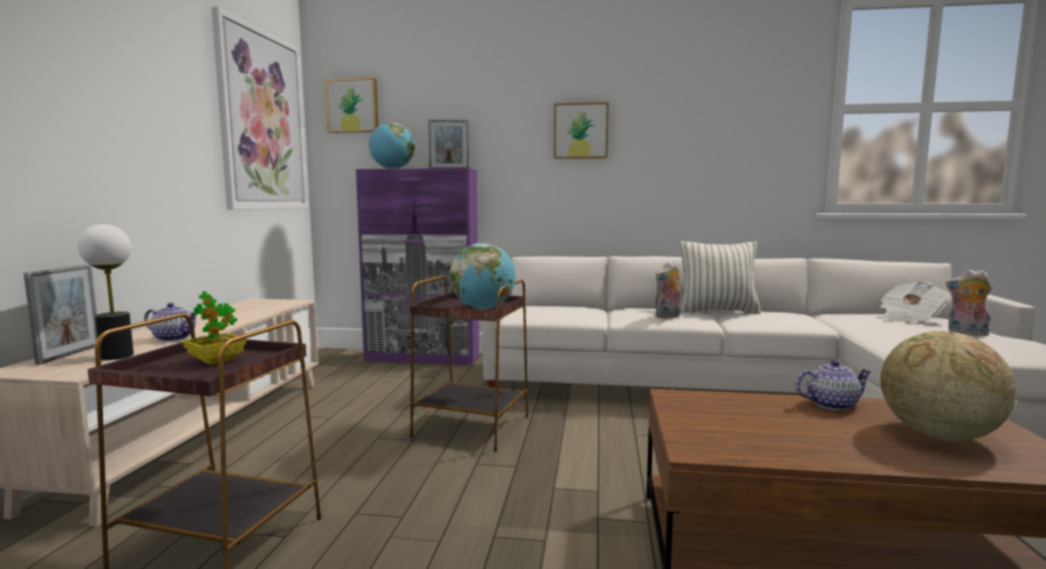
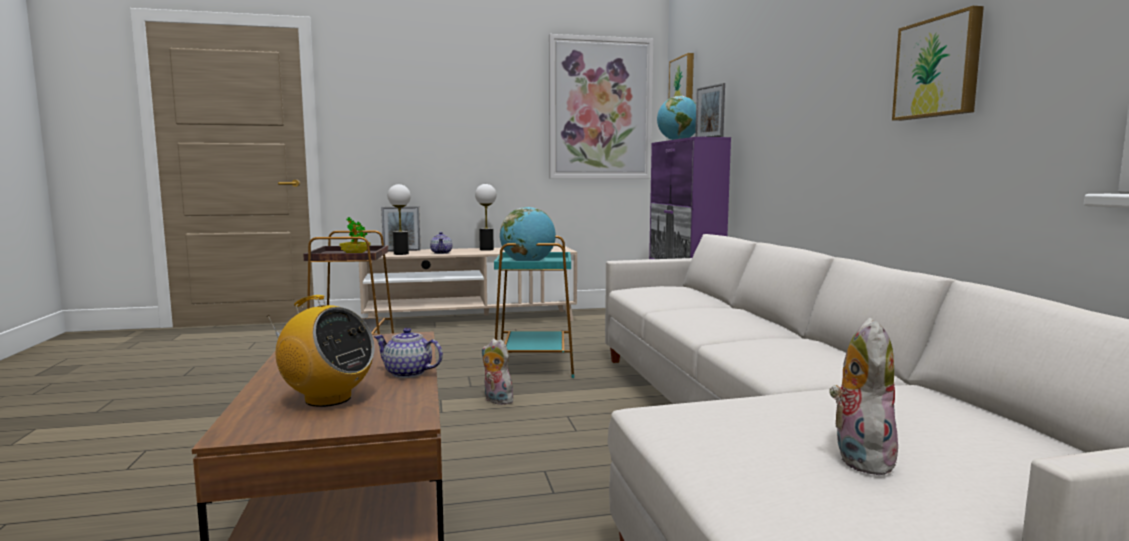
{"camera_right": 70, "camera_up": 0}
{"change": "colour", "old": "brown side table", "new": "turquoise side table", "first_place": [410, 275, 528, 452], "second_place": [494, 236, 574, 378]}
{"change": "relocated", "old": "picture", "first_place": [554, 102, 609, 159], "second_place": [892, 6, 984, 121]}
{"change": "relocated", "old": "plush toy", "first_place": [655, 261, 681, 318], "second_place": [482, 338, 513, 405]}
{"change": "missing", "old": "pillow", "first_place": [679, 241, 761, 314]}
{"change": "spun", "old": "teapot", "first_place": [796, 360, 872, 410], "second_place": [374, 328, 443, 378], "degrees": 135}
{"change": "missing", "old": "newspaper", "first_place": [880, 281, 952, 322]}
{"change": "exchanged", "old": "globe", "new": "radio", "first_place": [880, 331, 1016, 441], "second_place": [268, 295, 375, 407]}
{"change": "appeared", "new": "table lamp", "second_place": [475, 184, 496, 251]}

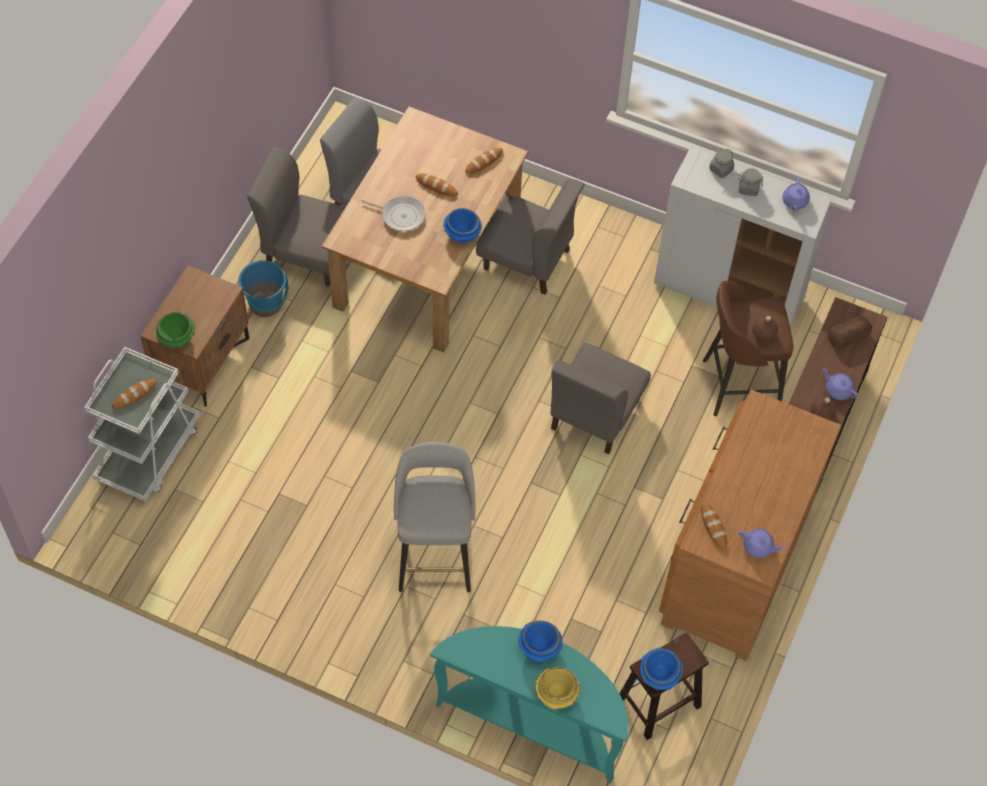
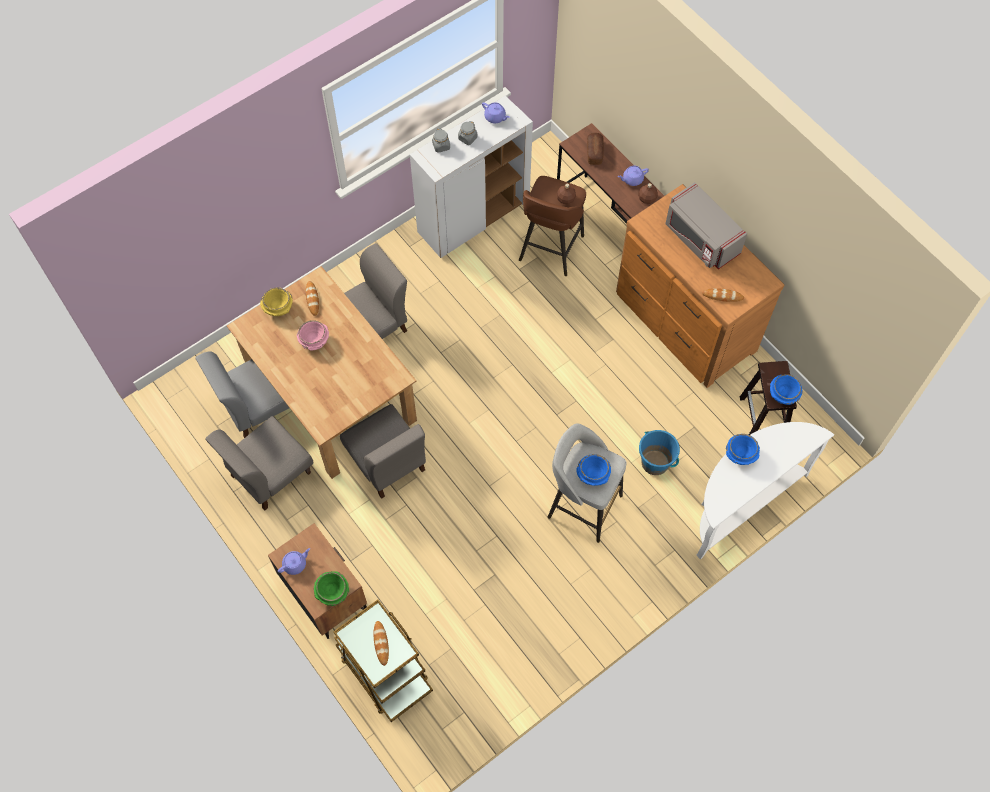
{"camera_right": -60, "camera_up": 5}
{"change": "colour", "old": "white cart", "new": "brown cart", "first_place": [84, 347, 200, 501], "second_place": [333, 600, 433, 722]}
{"change": "relocated", "old": "blue bucket", "first_place": [238, 260, 289, 317], "second_place": [639, 430, 680, 475]}
{"change": "missing", "old": "frying pan", "first_place": [361, 196, 425, 231]}
{"change": "exchanged", "old": "bread", "new": "pink bowl", "first_place": [416, 174, 458, 197], "second_place": [297, 320, 329, 351]}
{"change": "colour", "old": "turquoise console table", "new": "white console table", "first_place": [430, 626, 629, 784], "second_place": [696, 422, 834, 560]}
{"change": "relocated", "old": "blue bowl", "first_place": [443, 208, 482, 243], "second_place": [576, 454, 611, 486]}
{"change": "relocated", "old": "yellow bowl", "first_place": [535, 667, 580, 709], "second_place": [260, 288, 293, 316]}
{"change": "relocated", "old": "grey chair", "first_place": [551, 343, 651, 454], "second_place": [340, 404, 426, 499]}
{"change": "relocated", "old": "purple teapot", "first_place": [739, 529, 785, 558], "second_place": [278, 548, 310, 575]}
{"change": "appeared", "new": "grey microwave", "second_place": [665, 182, 747, 269]}

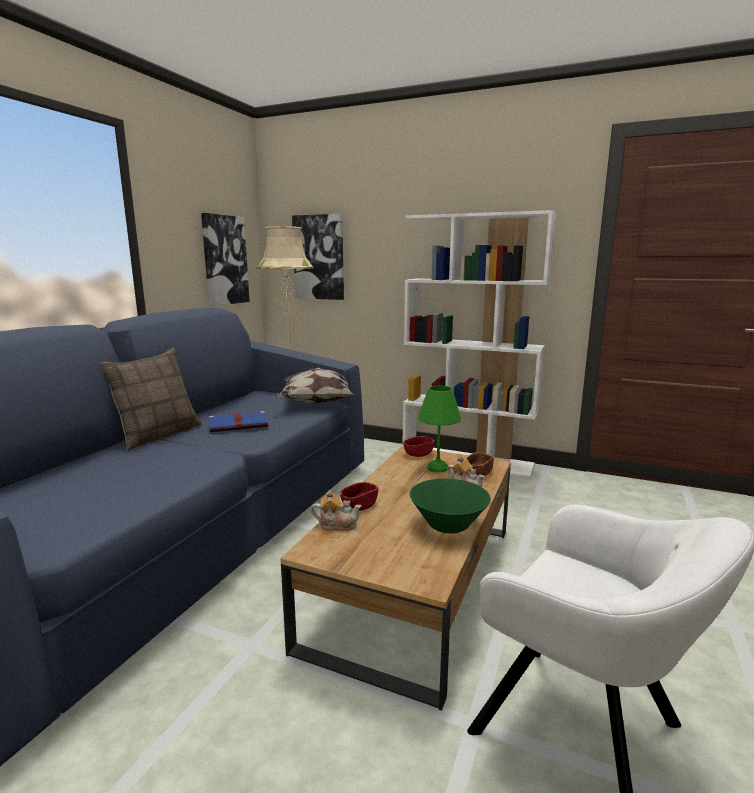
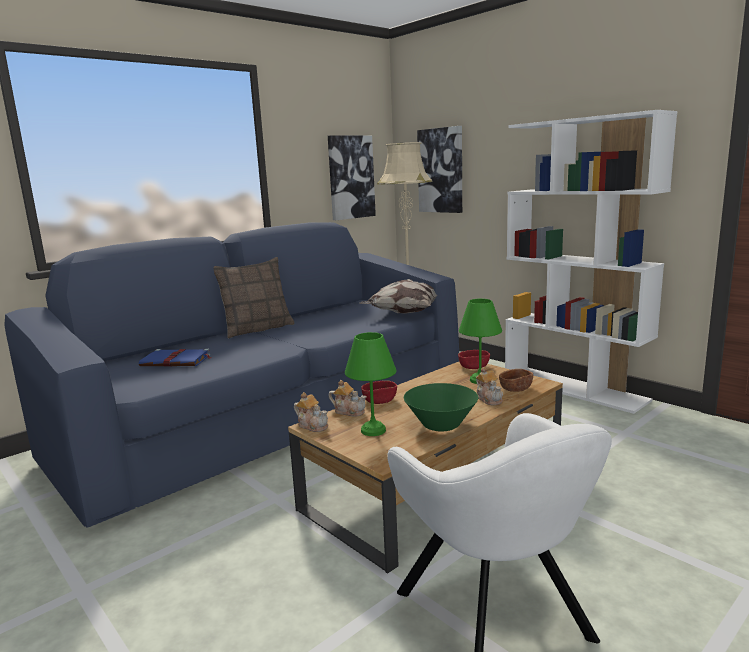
{"camera_right": 25, "camera_up": 0}
{"change": "relocated", "old": "blue book", "first_place": [209, 411, 270, 432], "second_place": [139, 349, 212, 366]}
{"change": "appeared", "new": "teapot", "second_place": [294, 392, 328, 432]}
{"change": "appeared", "new": "green table lamp", "second_place": [345, 332, 396, 436]}

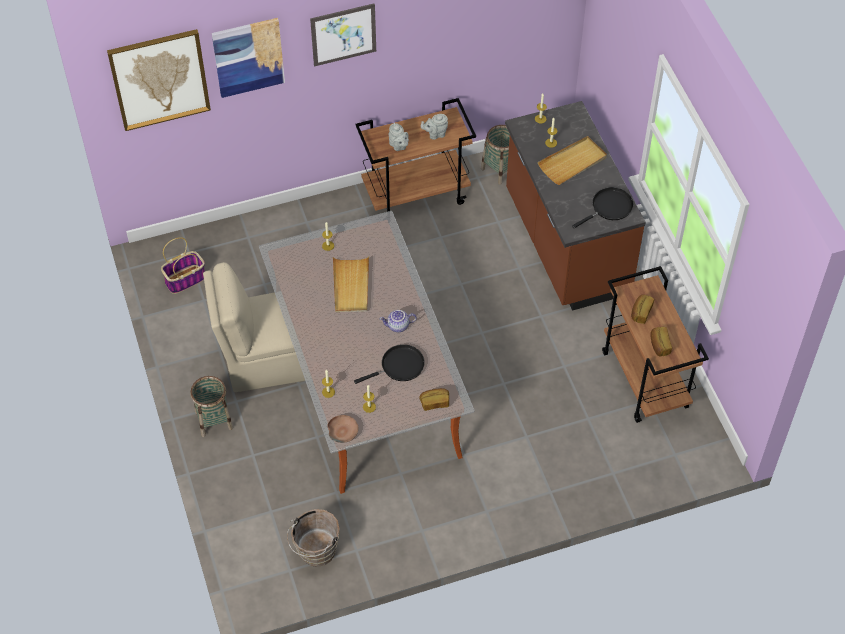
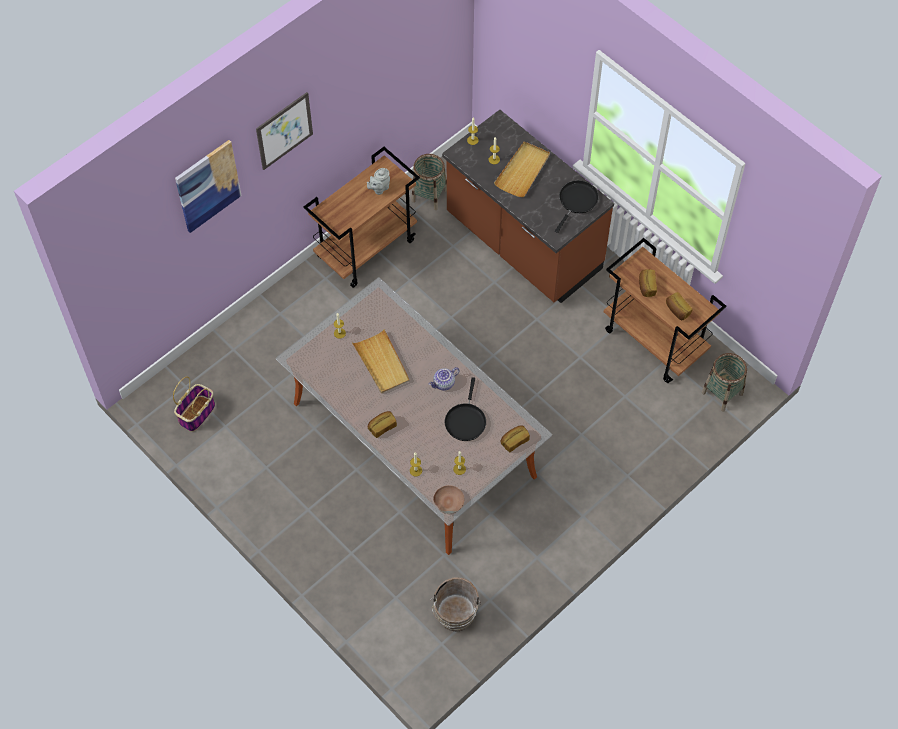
{"camera_right": -25, "camera_up": 5}
{"change": "missing", "old": "picture", "first_place": [107, 29, 211, 131]}
{"change": "relocated", "old": "basket", "first_place": [190, 376, 233, 437], "second_place": [702, 353, 747, 411]}
{"change": "missing", "old": "beige chair", "first_place": [203, 262, 305, 392]}
{"change": "spun", "old": "black frying pan", "first_place": [354, 344, 425, 384], "second_place": [445, 377, 486, 441], "degrees": 150}
{"change": "missing", "old": "grey teapot", "first_place": [389, 123, 409, 151]}
{"change": "appeared", "new": "bread", "second_place": [368, 411, 397, 438]}

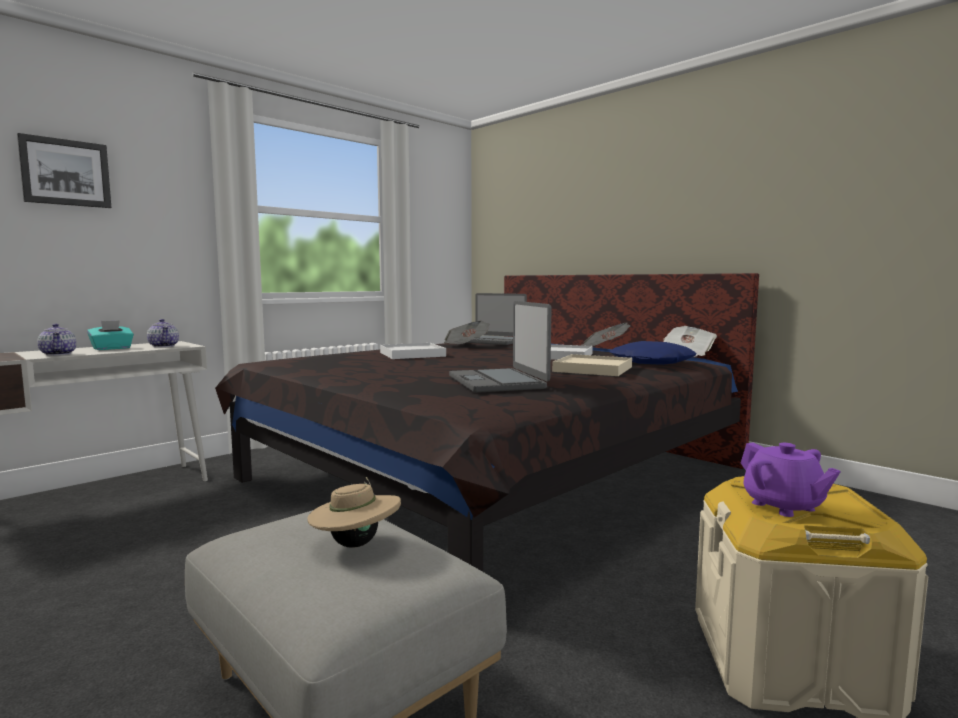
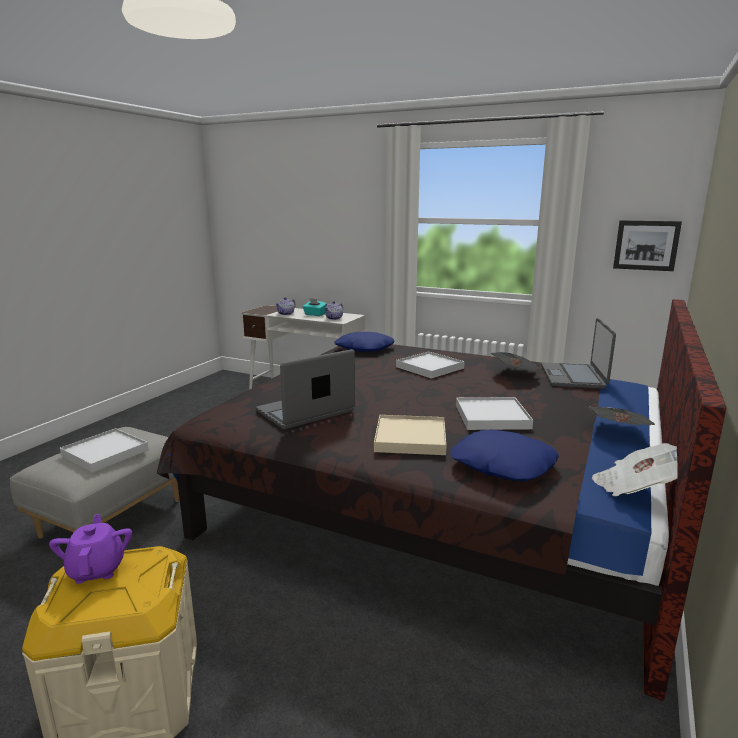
{"camera_right": 70, "camera_up": 10}
{"change": "relocated", "old": "picture", "first_place": [17, 133, 112, 208], "second_place": [613, 220, 682, 271]}
{"change": "exchanged", "old": "beige hat", "new": "white tray", "first_place": [307, 477, 401, 548], "second_place": [60, 428, 149, 473]}
{"change": "spun", "old": "purple teapot", "first_place": [741, 443, 841, 517], "second_place": [49, 514, 132, 584], "degrees": 120}
{"change": "appeared", "new": "blue pillow", "second_place": [334, 332, 395, 352]}

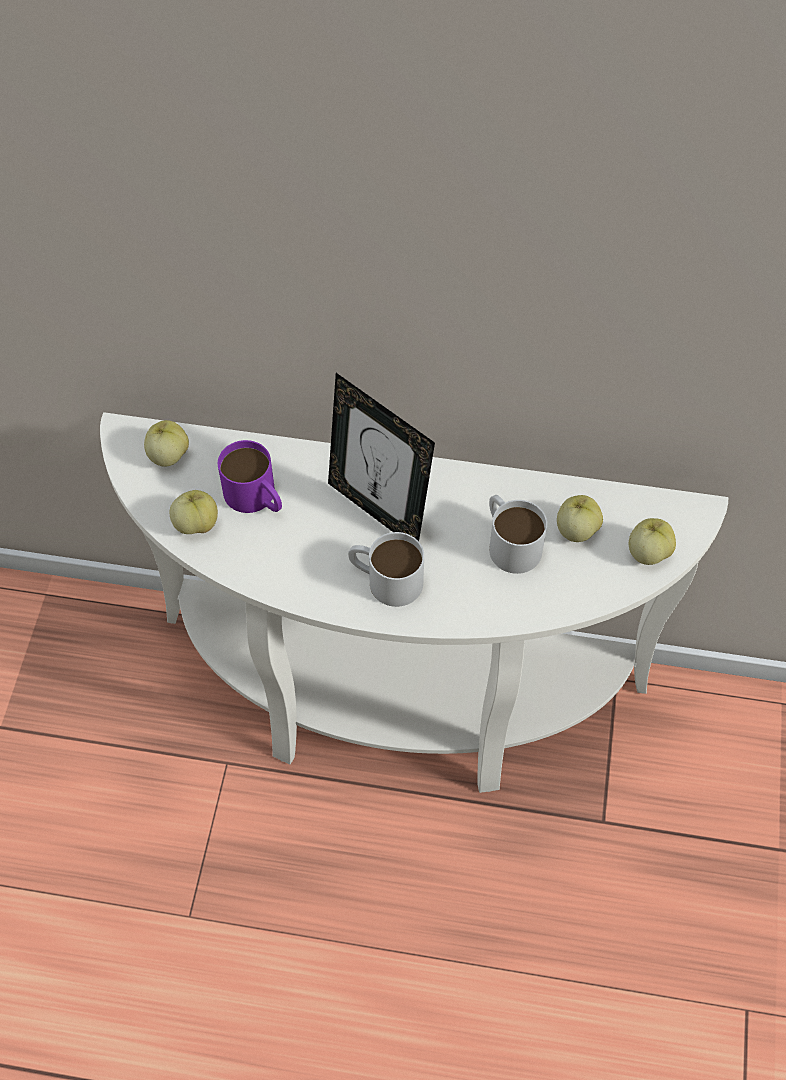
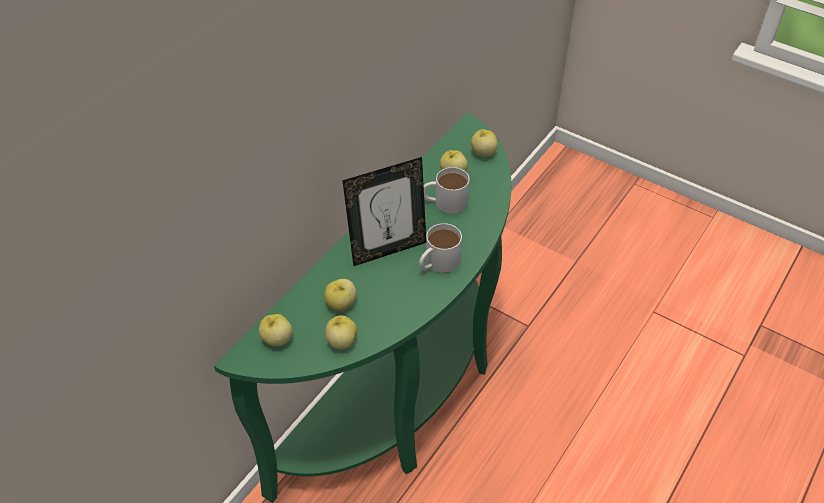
{"camera_right": -65, "camera_up": -10}
{"change": "colour", "old": "white console table", "new": "green console table", "first_place": [100, 412, 728, 793], "second_place": [214, 113, 512, 503]}
{"change": "exchanged", "old": "purple mug", "new": "apple", "first_place": [218, 440, 282, 513], "second_place": [324, 279, 356, 311]}

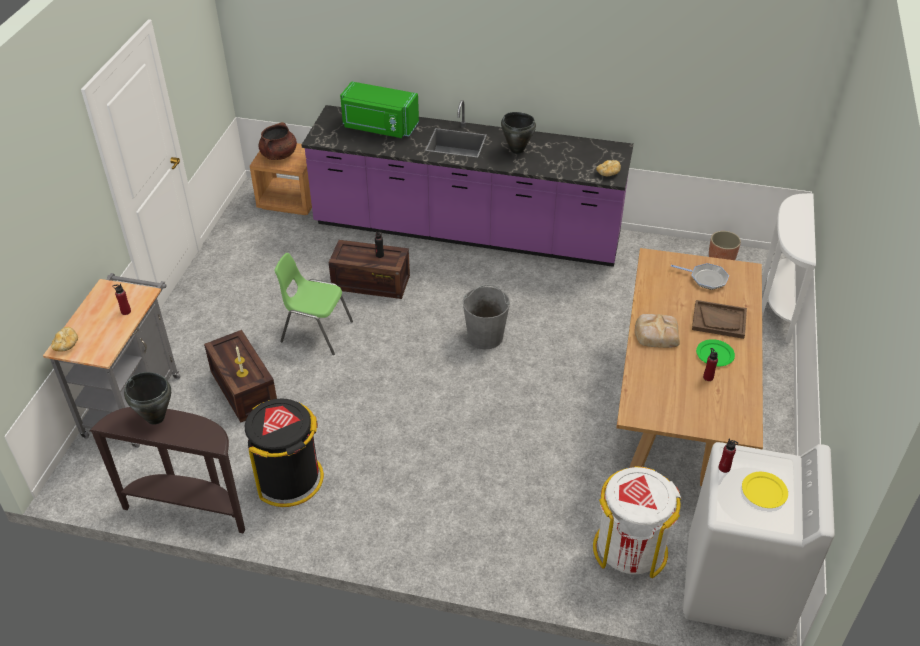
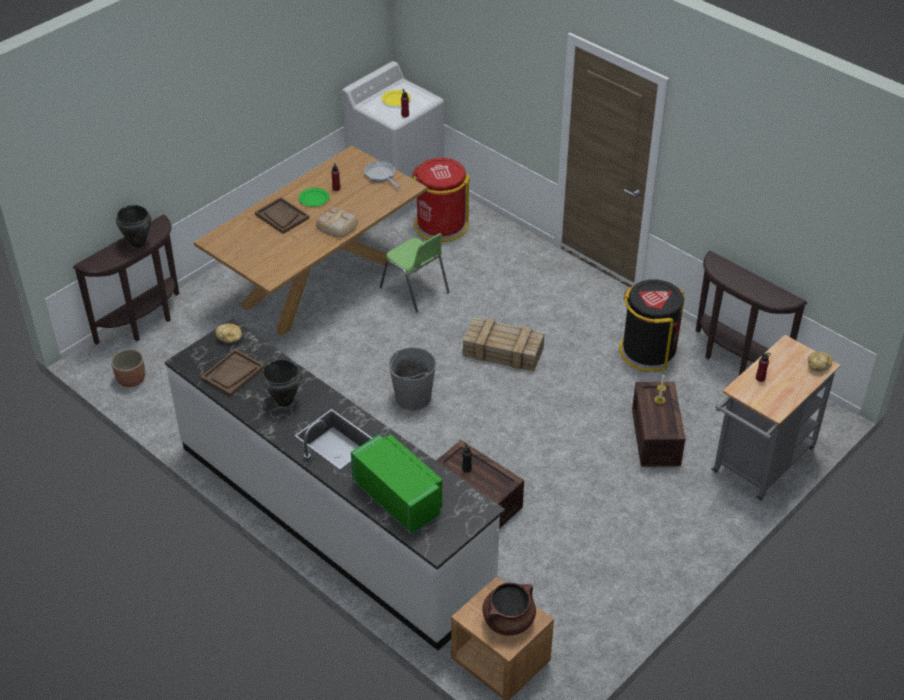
{"camera_right": -150, "camera_up": 0}
{"change": "relocated", "old": "black cooking pot", "first_place": [124, 372, 171, 425], "second_place": [116, 205, 151, 248]}
{"change": "relocated", "old": "green chair", "first_place": [274, 253, 353, 355], "second_place": [380, 233, 450, 313]}
{"change": "colour", "old": "purple counter", "new": "white counter", "first_place": [301, 100, 634, 267], "second_place": [165, 318, 505, 651]}
{"change": "colour", "old": "white trash can", "new": "red trash can", "first_place": [593, 466, 681, 578], "second_place": [412, 158, 470, 242]}
{"change": "relocated", "old": "frying pan", "first_place": [671, 263, 729, 290], "second_place": [364, 161, 400, 188]}
{"change": "colour", "old": "white console table", "new": "brown console table", "first_place": [762, 193, 816, 343], "second_place": [73, 214, 179, 345]}
{"change": "appeared", "new": "brown tray", "second_place": [201, 349, 264, 397]}
{"change": "appeared", "new": "crate", "second_place": [463, 317, 544, 372]}

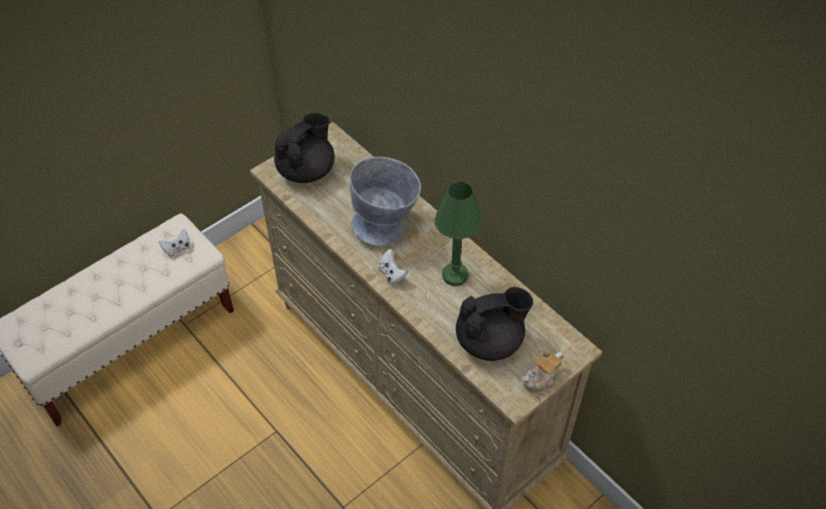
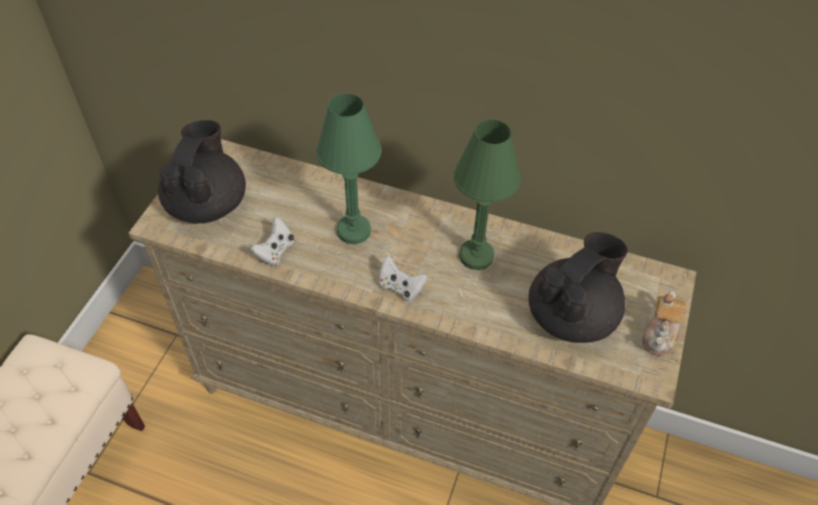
{"camera_right": -30, "camera_up": 0}
{"change": "relocated", "old": "white game controller", "first_place": [159, 229, 190, 257], "second_place": [250, 217, 294, 266]}
{"change": "exchanged", "old": "grey bowl", "new": "green table lamp", "first_place": [350, 157, 421, 246], "second_place": [316, 93, 382, 244]}

